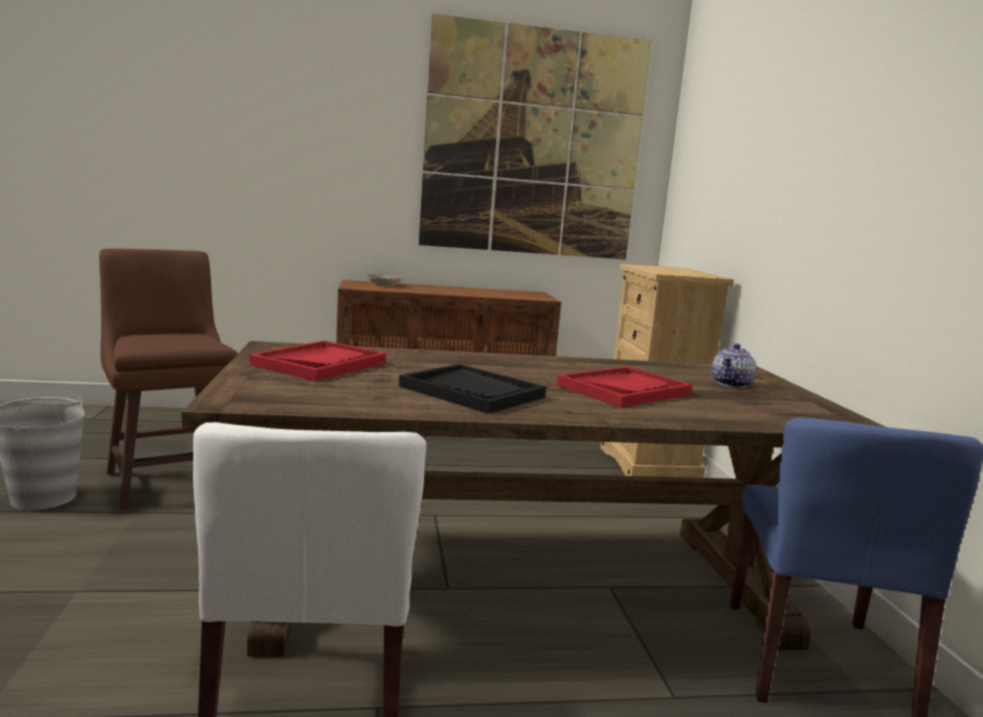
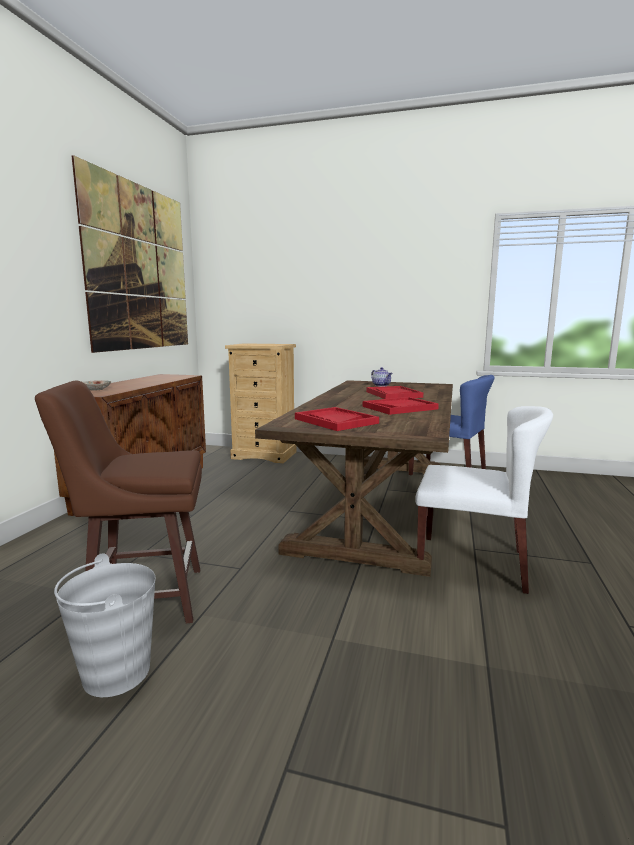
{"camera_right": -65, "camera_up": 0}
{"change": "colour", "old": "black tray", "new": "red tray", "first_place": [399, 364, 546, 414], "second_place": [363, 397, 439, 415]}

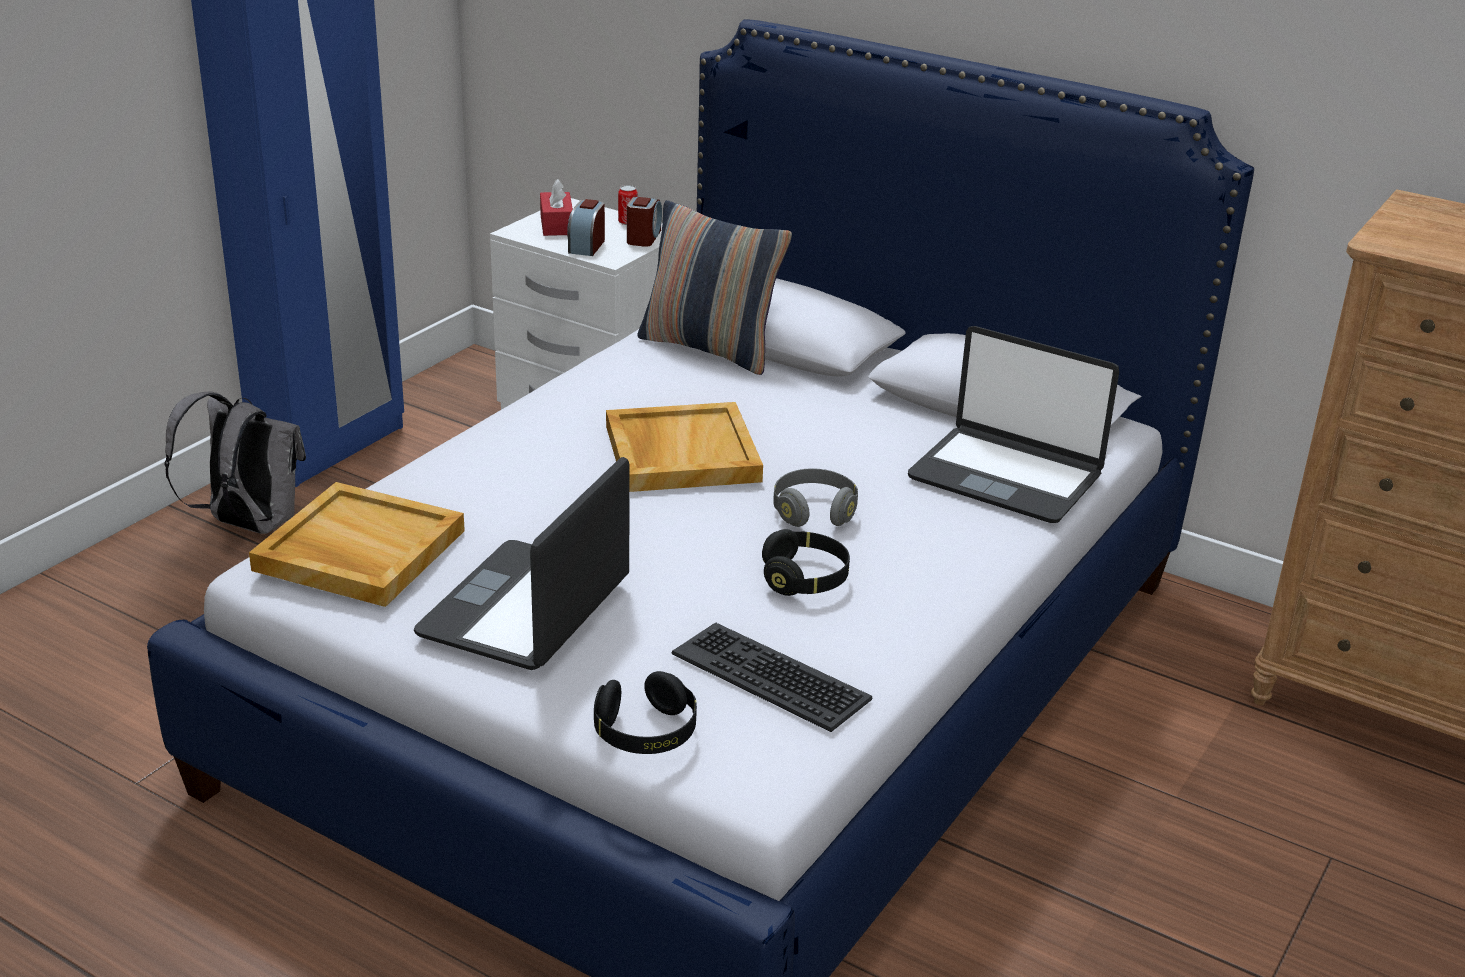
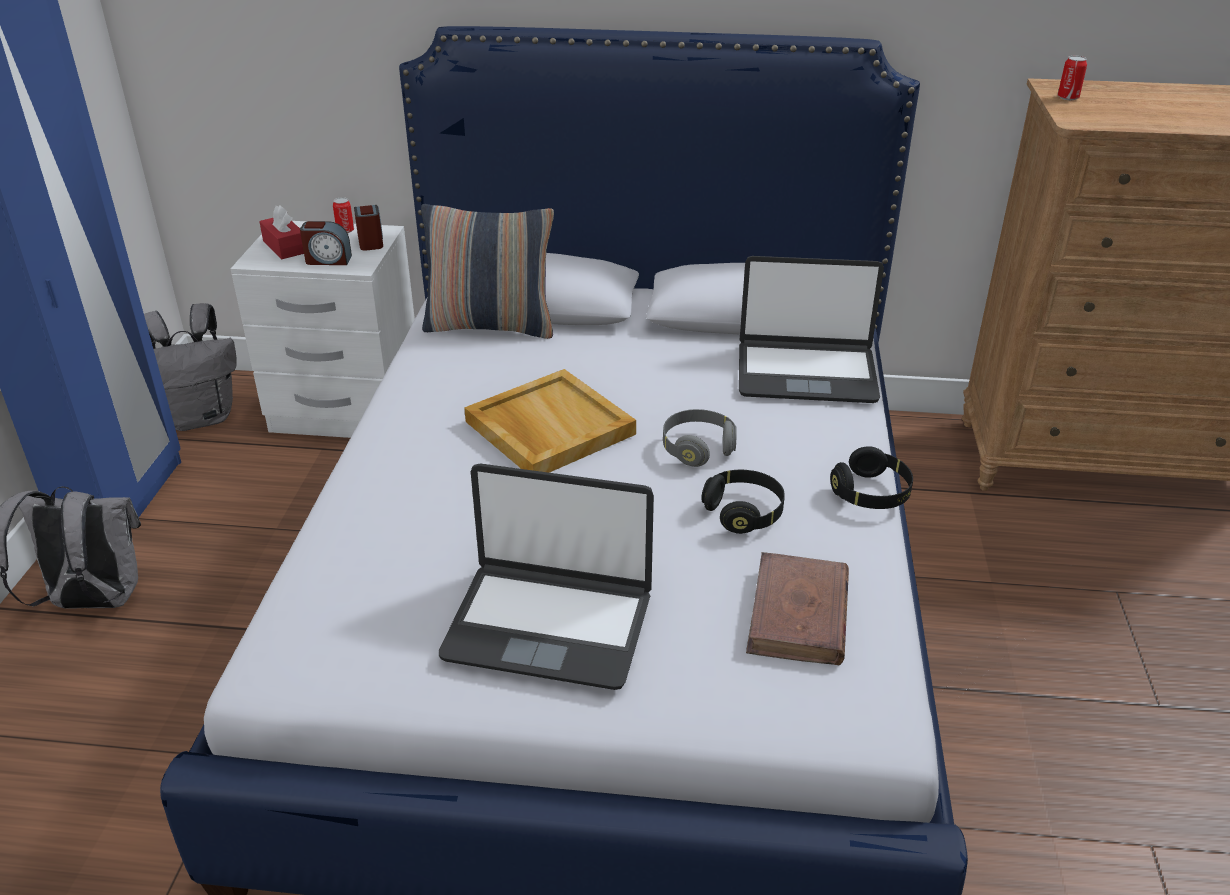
{"camera_right": -25, "camera_up": 5}
{"change": "missing", "old": "beige tray", "first_place": [249, 482, 465, 607]}
{"change": "spun", "old": "laptop", "first_place": [414, 457, 629, 670], "second_place": [439, 464, 654, 690], "degrees": -75}
{"change": "spun", "old": "alarm clock", "first_place": [567, 199, 605, 256], "second_place": [300, 221, 352, 265], "degrees": -75}
{"change": "relocated", "old": "black headphones", "first_place": [594, 671, 697, 754], "second_place": [830, 446, 913, 509]}
{"change": "exchanged", "old": "keyboard", "new": "brown book", "first_place": [672, 622, 873, 732], "second_place": [746, 552, 849, 665]}
{"change": "appeared", "new": "grey backpack", "second_place": [144, 303, 237, 431]}
{"change": "appeared", "new": "can", "second_place": [1058, 56, 1087, 100]}

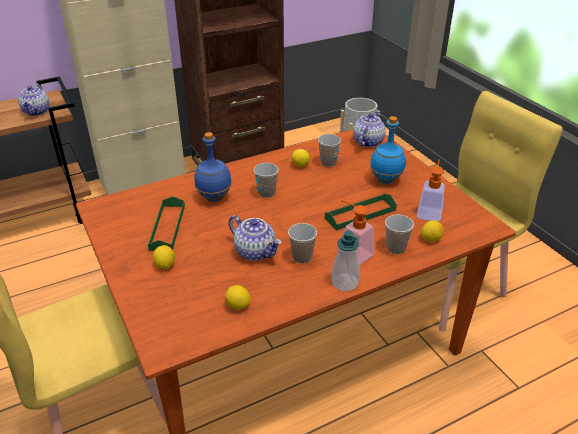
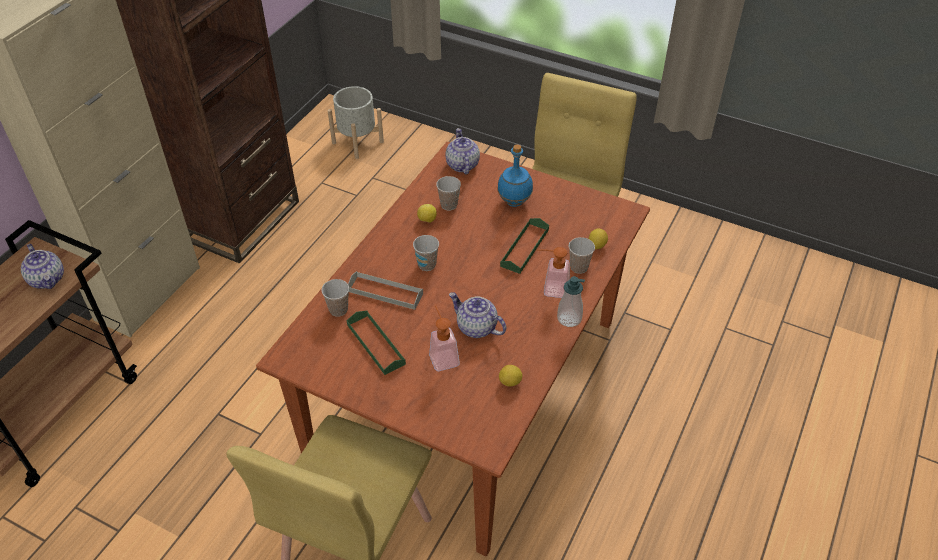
{"camera_right": -35, "camera_up": 10}
{"change": "missing", "old": "lemon", "first_place": [153, 245, 175, 269]}
{"change": "exchanged", "old": "blue bottle", "new": "grey tray", "first_place": [195, 132, 232, 202], "second_place": [348, 271, 423, 310]}
{"change": "spun", "old": "teapot", "first_place": [229, 215, 282, 261], "second_place": [449, 292, 506, 338], "degrees": -150}
{"change": "relocated", "old": "cup", "first_place": [288, 223, 317, 264], "second_place": [322, 279, 349, 317]}
{"change": "relocated", "old": "soap dispenser", "first_place": [417, 159, 445, 222], "second_place": [429, 306, 460, 371]}

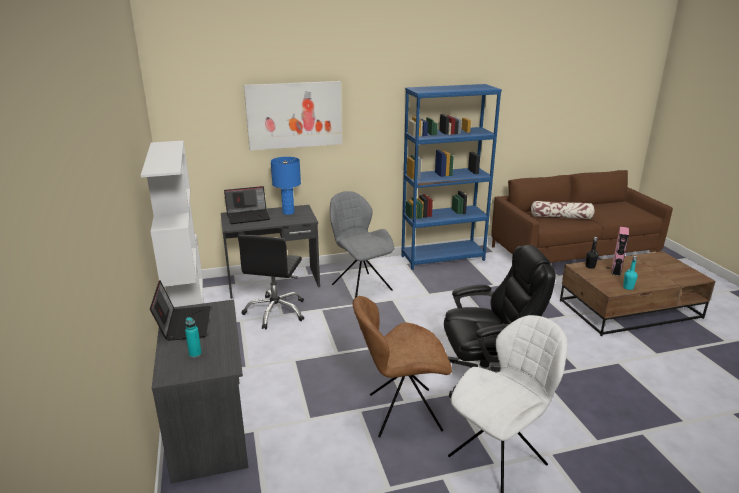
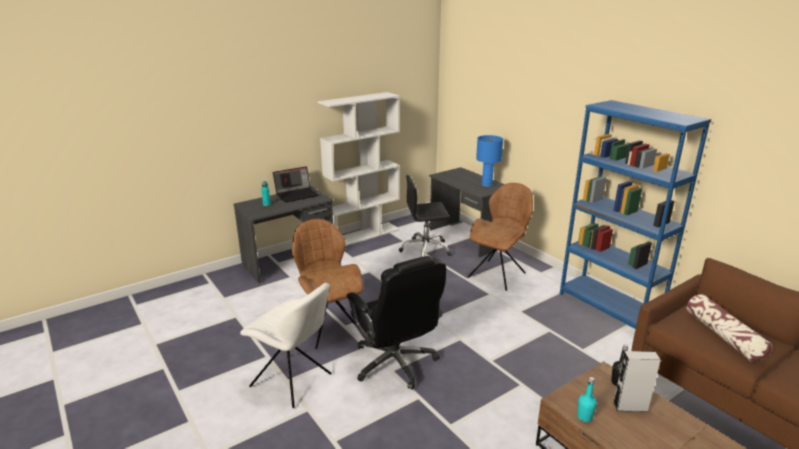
{"camera_right": 70, "camera_up": 0}
{"change": "missing", "old": "laptop", "first_place": [224, 186, 270, 224]}
{"change": "missing", "old": "picture", "first_place": [244, 81, 342, 150]}
{"change": "colour", "old": "grey chair", "new": "brown chair", "first_place": [330, 191, 394, 298], "second_place": [468, 183, 533, 291]}
{"change": "colour", "old": "pink speaker", "new": "grey speaker", "first_place": [611, 226, 629, 276], "second_place": [613, 351, 661, 412]}

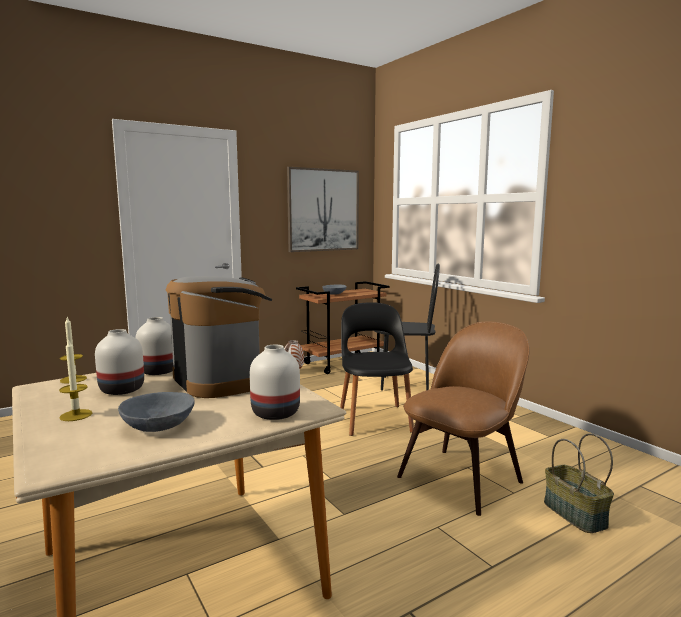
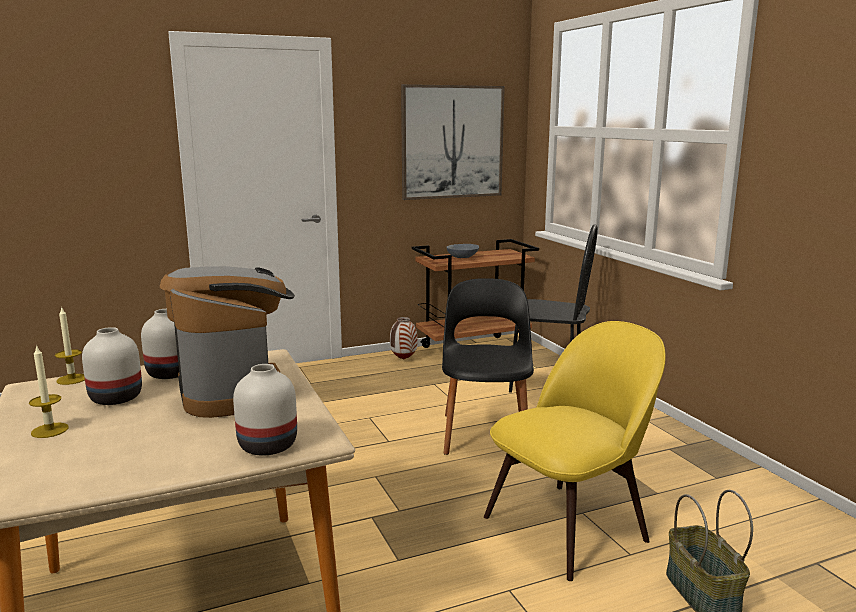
{"camera_right": 10, "camera_up": 5}
{"change": "missing", "old": "grey bowl", "first_place": [118, 392, 195, 432]}
{"change": "colour", "old": "brown chair", "new": "yellow chair", "first_place": [397, 321, 530, 516], "second_place": [484, 321, 666, 581]}

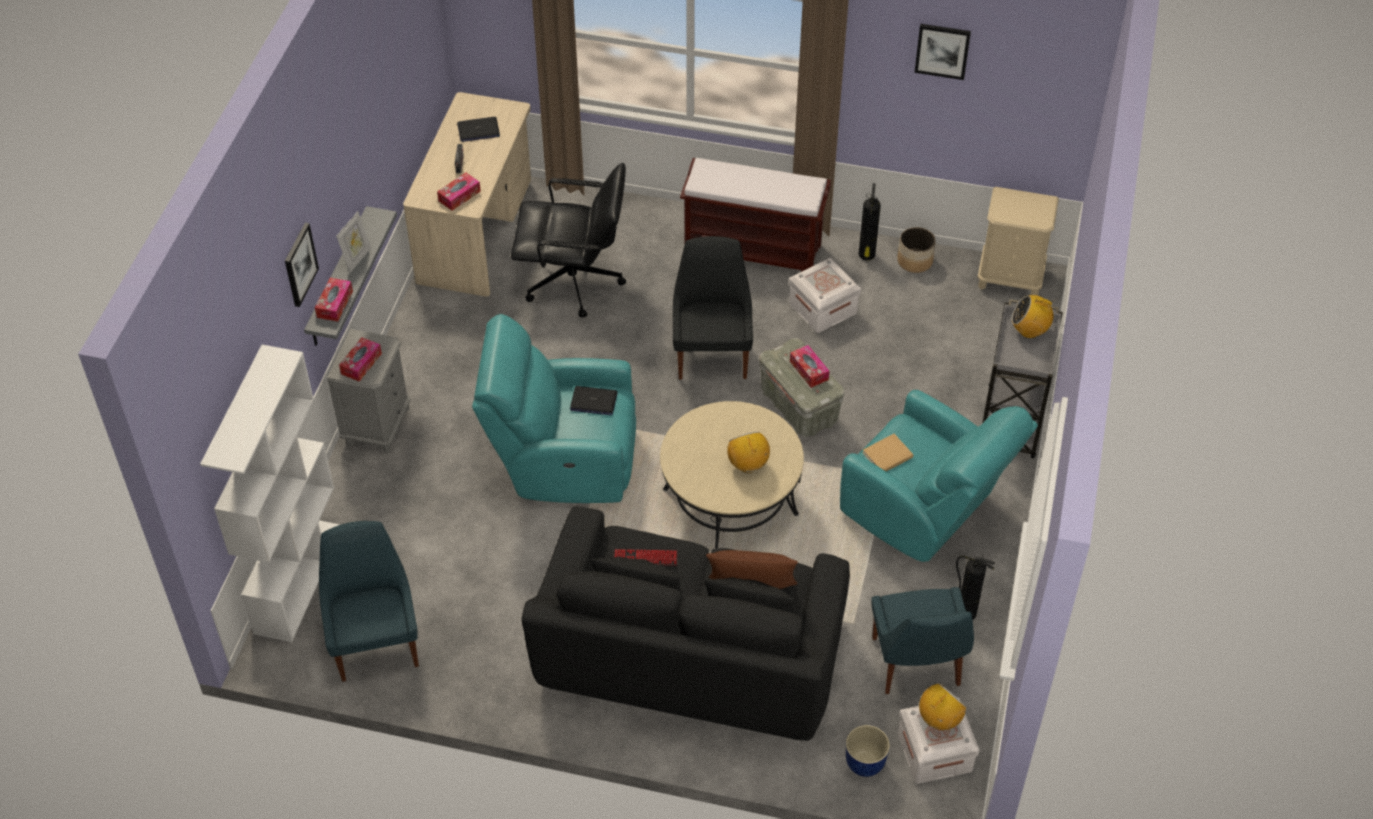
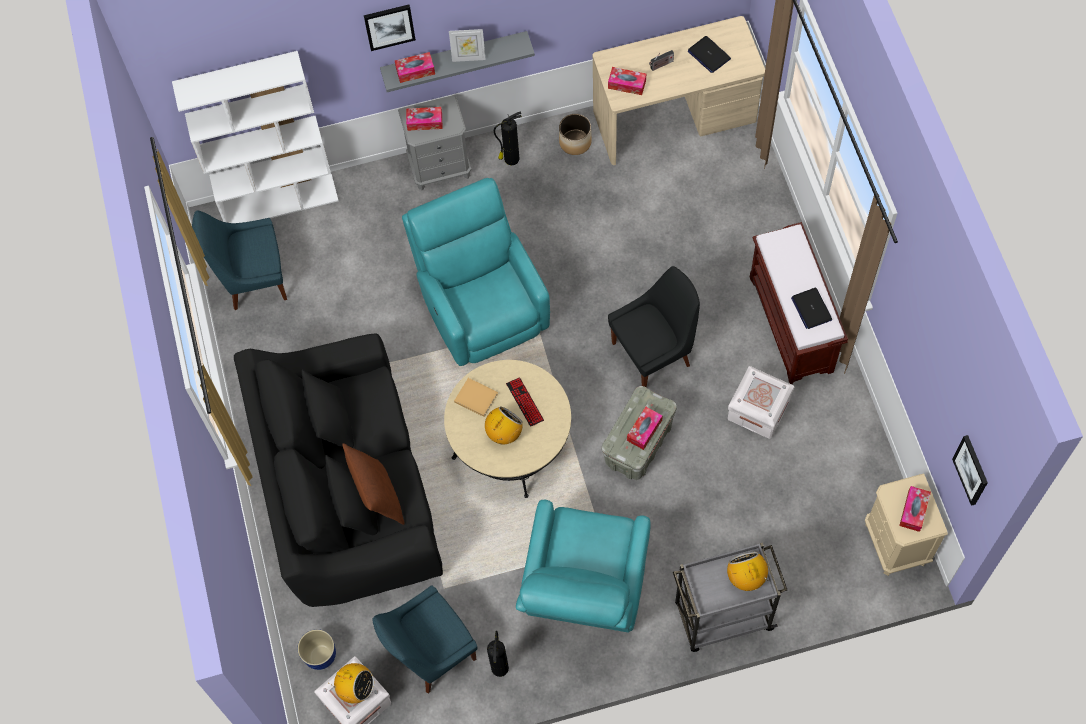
{"camera_right": 65, "camera_up": 15}
{"change": "spun", "old": "blue chair", "first_place": [319, 521, 419, 682], "second_place": [192, 211, 287, 310], "degrees": -150}
{"change": "missing", "old": "black office chair", "first_place": [511, 163, 626, 318]}
{"change": "relocated", "old": "laptop", "first_place": [570, 386, 618, 415], "second_place": [791, 288, 832, 329]}
{"change": "relocated", "old": "keyboard", "first_place": [613, 549, 678, 565], "second_place": [506, 377, 544, 427]}
{"change": "relocated", "old": "fire extinguisher", "first_place": [859, 183, 881, 261], "second_place": [494, 111, 522, 165]}
{"change": "relocated", "old": "beige book", "first_place": [862, 434, 914, 471], "second_place": [454, 378, 498, 417]}
{"change": "relocated", "old": "planter", "first_place": [897, 227, 936, 273], "second_place": [559, 114, 592, 155]}
{"change": "relocated", "old": "picture", "first_place": [914, 24, 971, 80], "second_place": [952, 435, 988, 506]}
{"change": "appeared", "new": "tissue box", "second_place": [899, 486, 931, 532]}

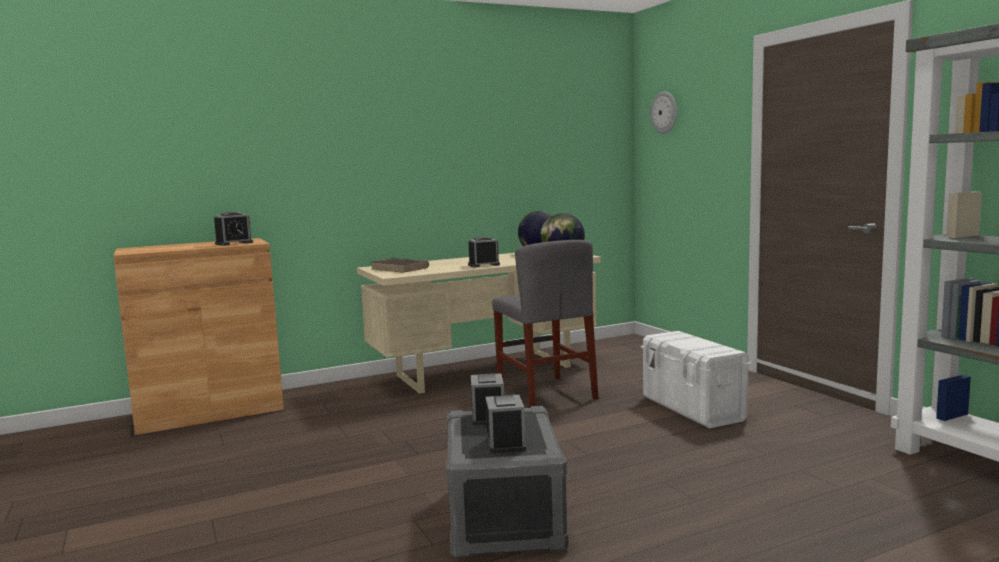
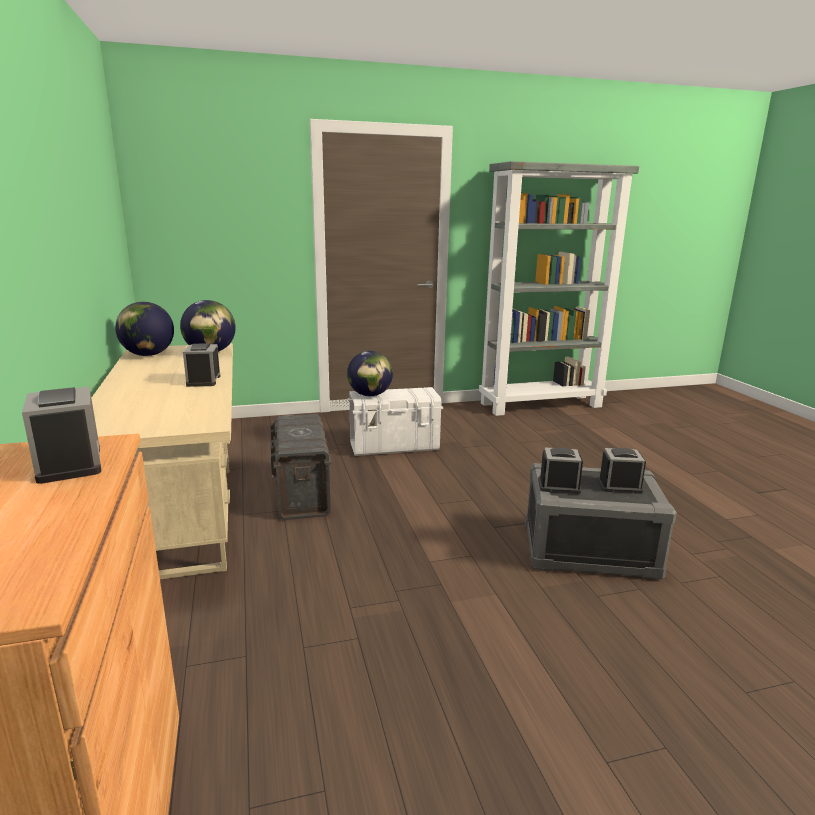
{"camera_right": -80, "camera_up": 10}
{"change": "missing", "old": "brown book", "first_place": [372, 258, 429, 273]}
{"change": "exchanged", "old": "grey chair", "new": "grey storage box", "first_place": [492, 240, 599, 408], "second_place": [271, 414, 331, 520]}
{"change": "missing", "old": "wall clock", "first_place": [651, 92, 677, 134]}
{"change": "appeared", "new": "globe", "second_place": [347, 351, 393, 396]}

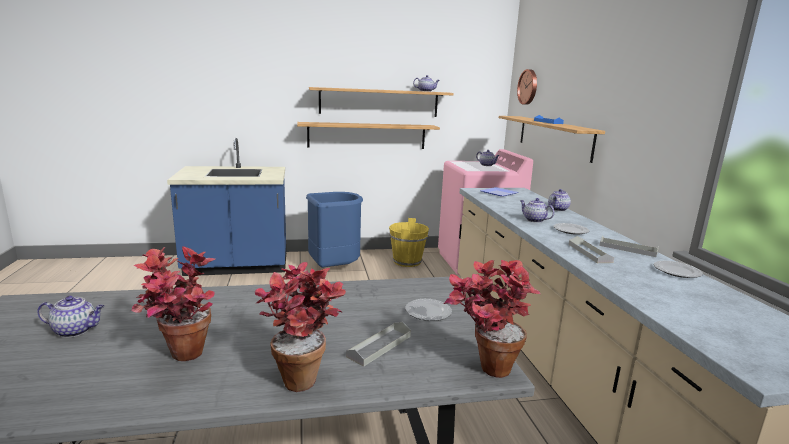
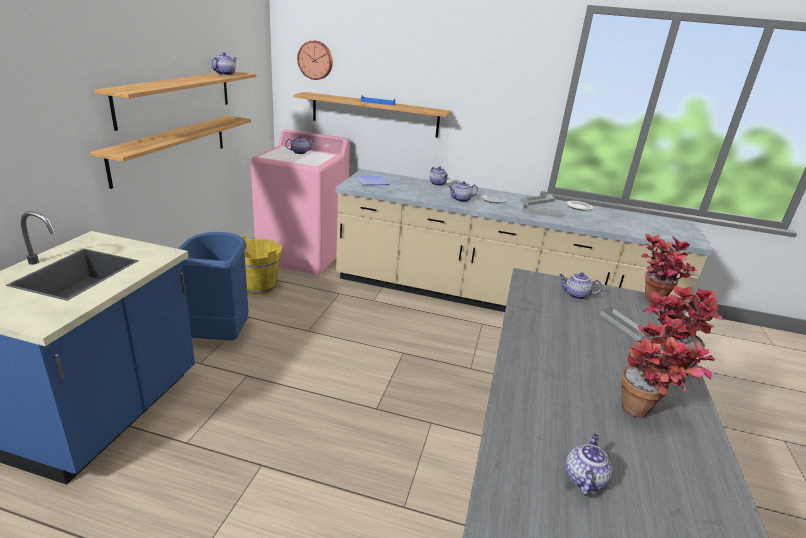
{"camera_right": -65, "camera_up": 10}
{"change": "exchanged", "old": "plate", "new": "teapot", "first_place": [405, 299, 452, 321], "second_place": [559, 272, 602, 300]}

